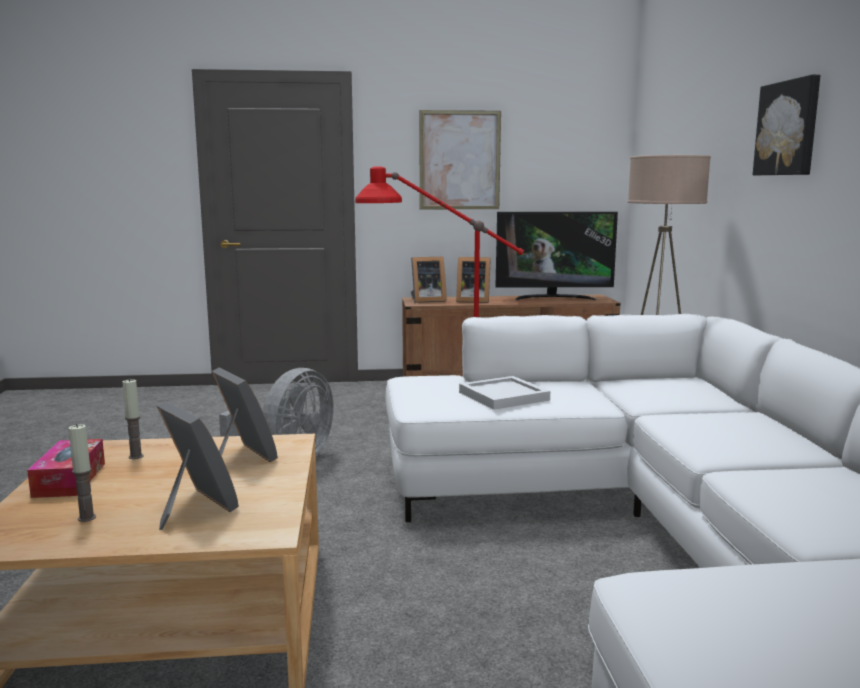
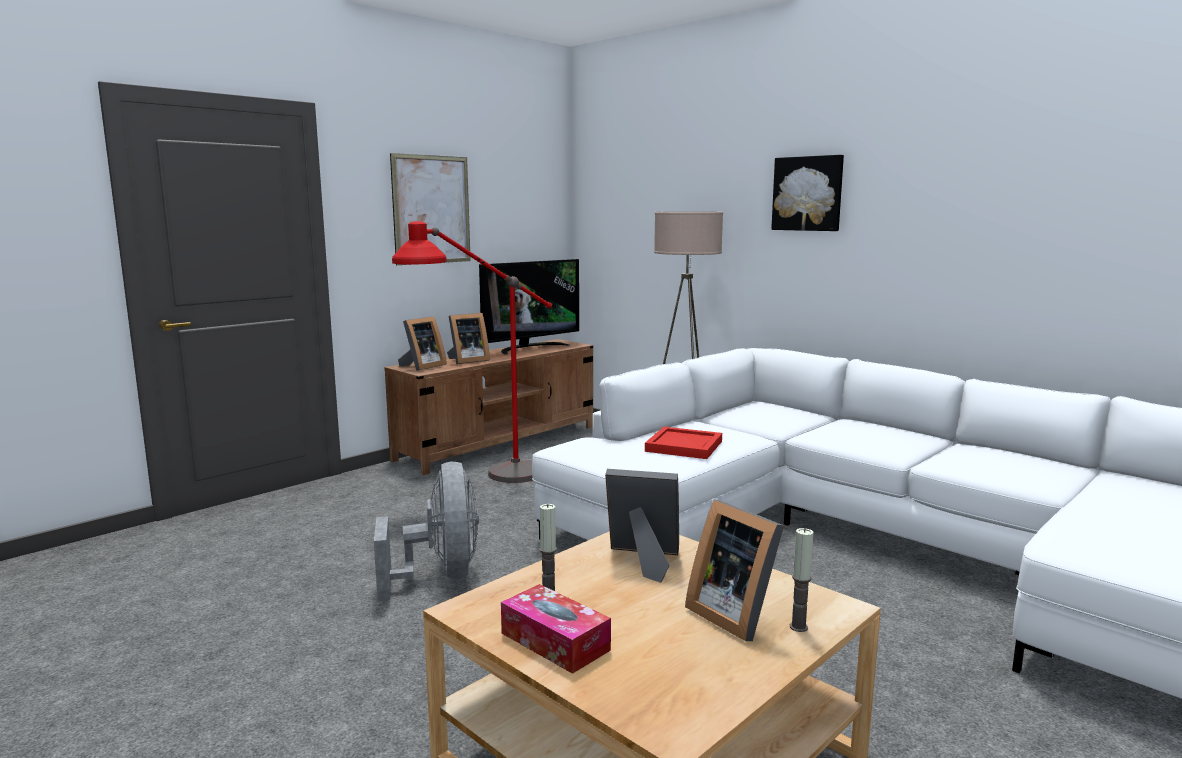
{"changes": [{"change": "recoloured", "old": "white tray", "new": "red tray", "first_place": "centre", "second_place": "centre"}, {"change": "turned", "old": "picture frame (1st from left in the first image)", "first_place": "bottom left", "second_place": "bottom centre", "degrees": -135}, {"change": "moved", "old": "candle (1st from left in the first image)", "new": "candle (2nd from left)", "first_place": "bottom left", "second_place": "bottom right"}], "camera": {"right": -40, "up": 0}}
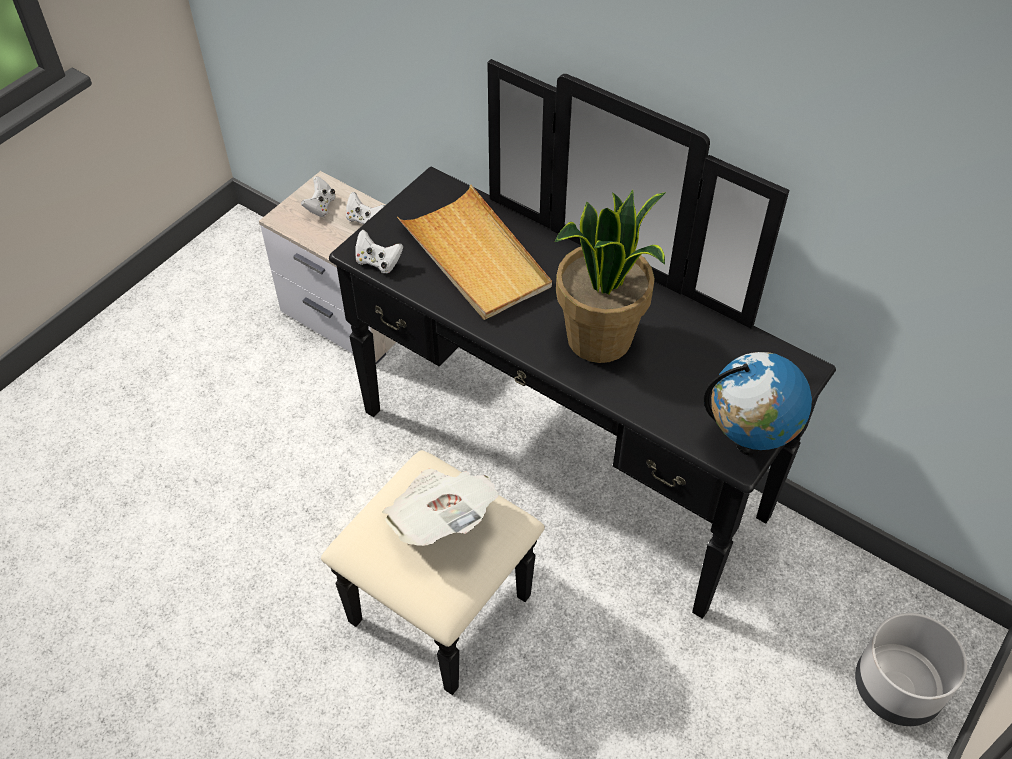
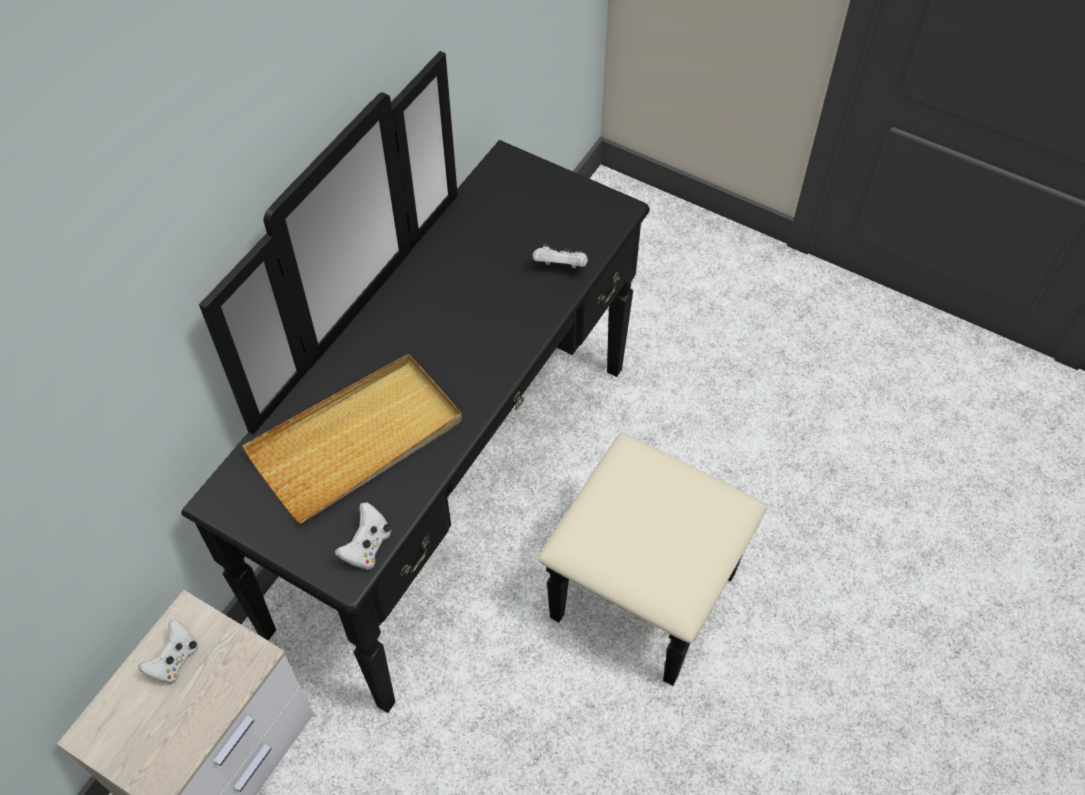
{"changes": [{"change": "moved", "old": "white game controller (1st from left in the first image)", "new": "white game controller (3rd from left)", "first_place": "top left", "second_place": "top centre"}, {"change": "removed", "old": "potted plant", "first_place": "centre"}, {"change": "removed", "old": "globe", "first_place": "middle right"}, {"change": "removed", "old": "newspaper", "first_place": "bottom centre"}, {"change": "removed", "old": "grey planter", "first_place": "bottom right"}], "camera": {"right": -95, "up": 5}}
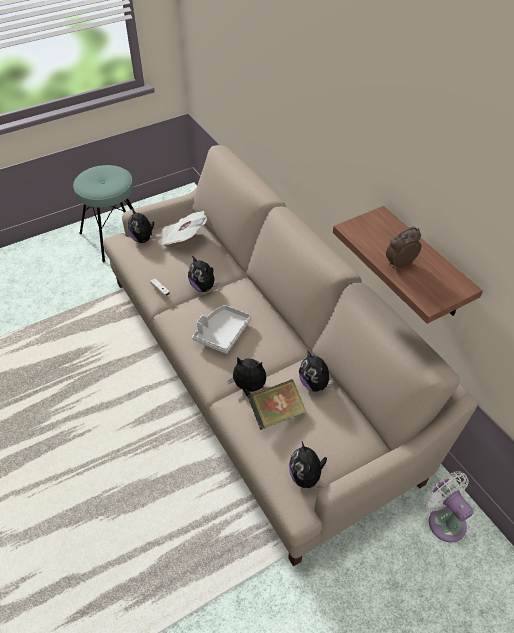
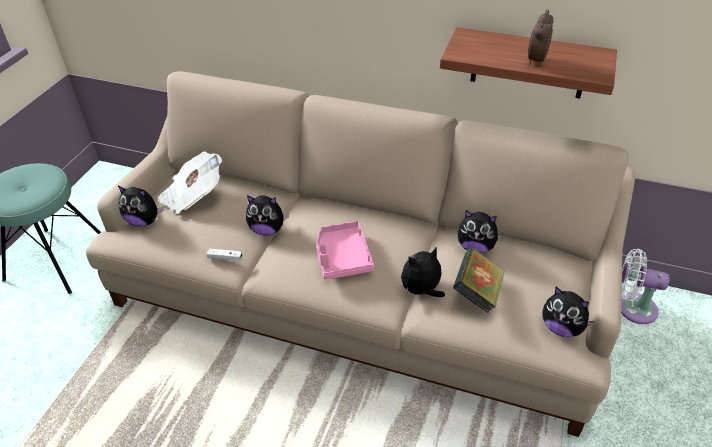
{"changes": [{"change": "recoloured", "old": "grey tray", "new": "pink tray", "first_place": "centre", "second_place": "centre"}], "camera": {"right": -40, "up": -5}}
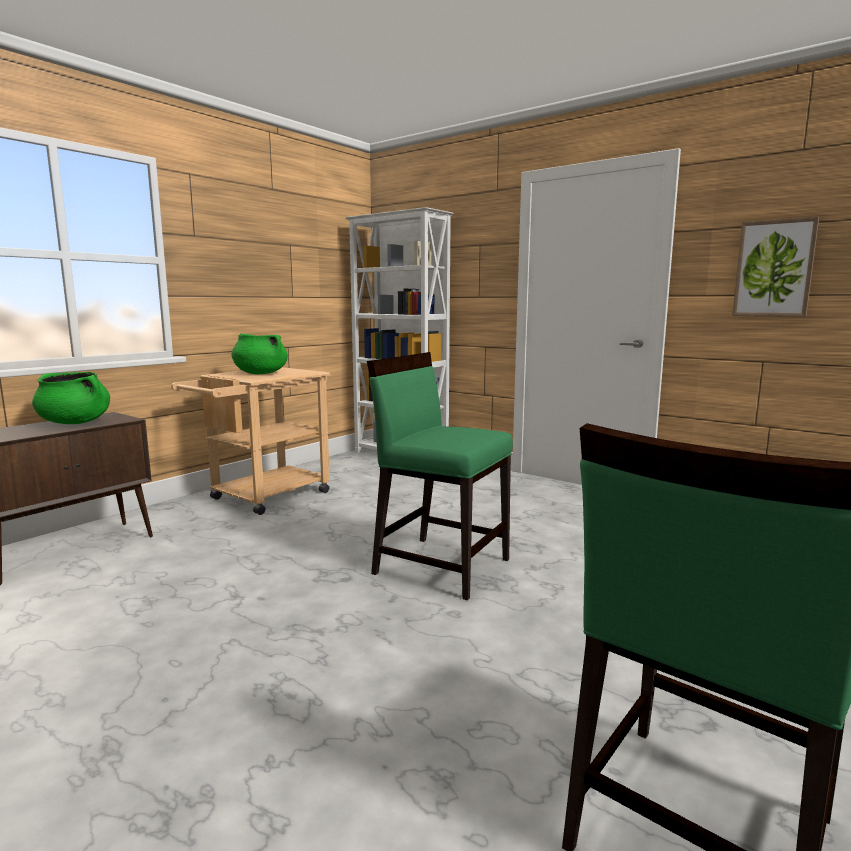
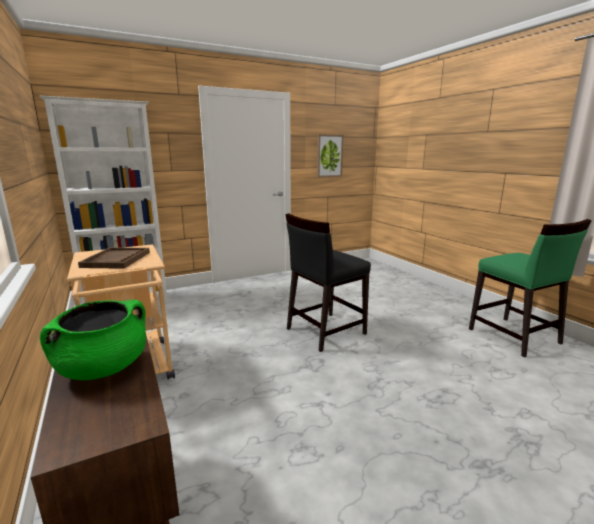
{"changes": [{"change": "replaced", "old": "green cooking pot (2nd from left)", "new": "brown tray", "first_place": "middle left", "second_place": "middle left"}, {"change": "recoloured", "old": "green chair (1st from left)", "new": "black chair", "first_place": "centre", "second_place": "centre"}], "camera": {"right": -65, "up": 5}}
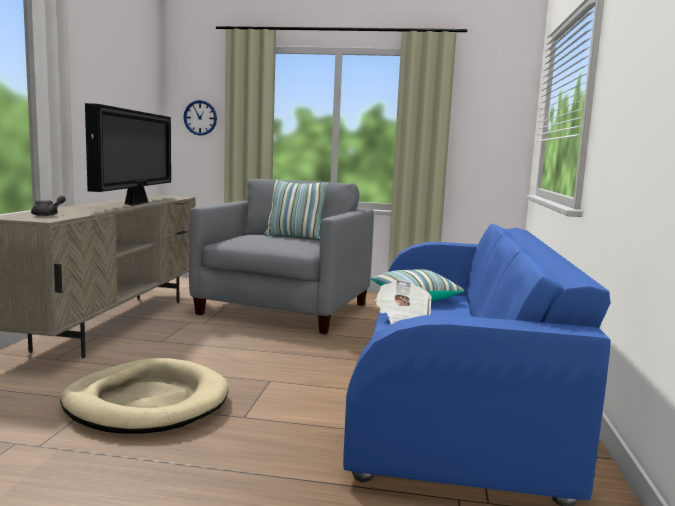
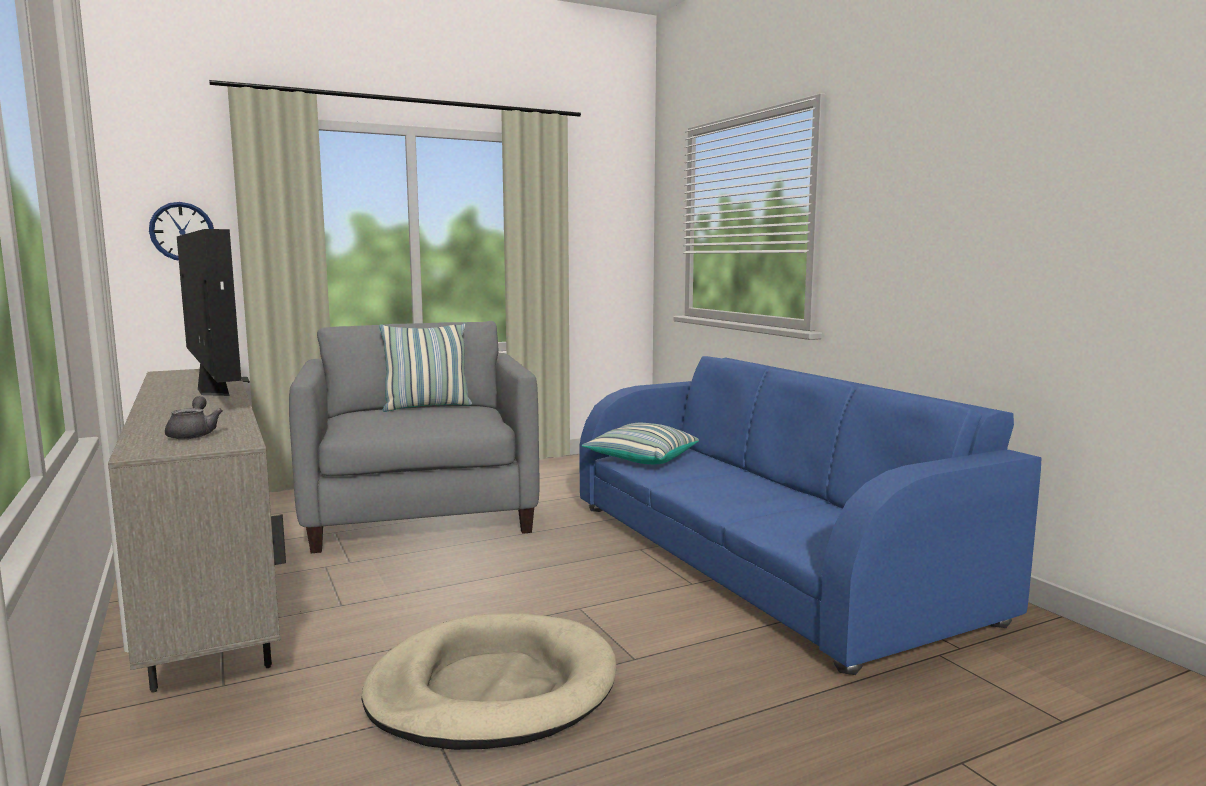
{"changes": [{"change": "removed", "old": "newspaper", "first_place": "centre"}], "camera": {"right": -35, "up": 0}}
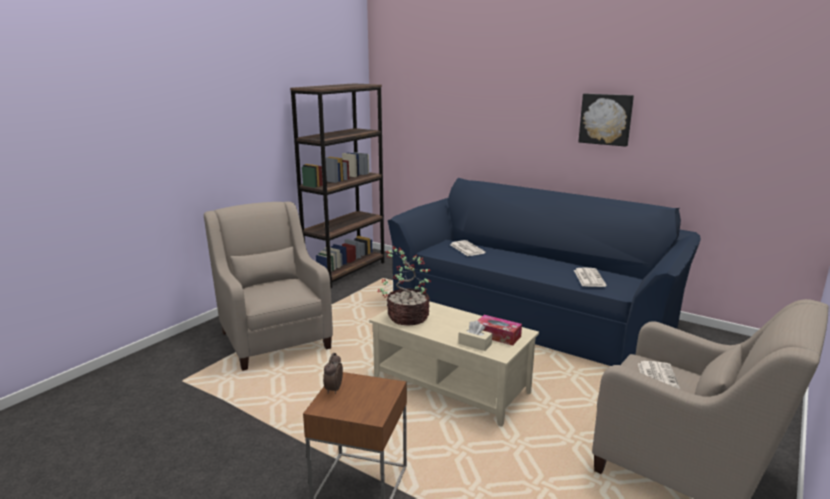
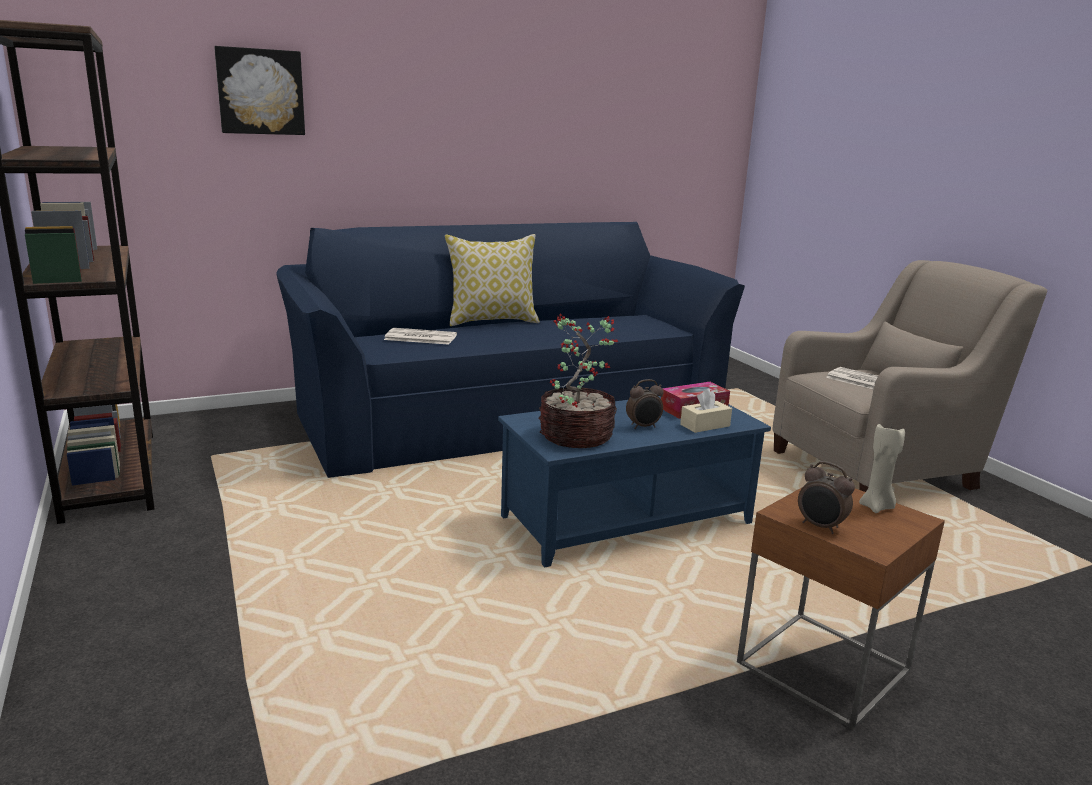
{"changes": [{"change": "moved", "old": "picture", "first_place": "top right", "second_place": "top left"}, {"change": "removed", "old": "beige armchair (1st from left)", "first_place": "middle left"}, {"change": "removed", "old": "newspaper (2nd from left)", "first_place": "middle right"}, {"change": "recoloured", "old": "beige coffee table", "new": "blue coffee table", "first_place": "bottom centre", "second_place": "centre"}, {"change": "added", "new": "pillow", "second_place": "centre"}, {"change": "added", "new": "alarm clock (1st from left)", "second_place": "centre"}, {"change": "added", "new": "beige candle", "second_place": "middle right"}], "camera": {"right": -60, "up": 0}}
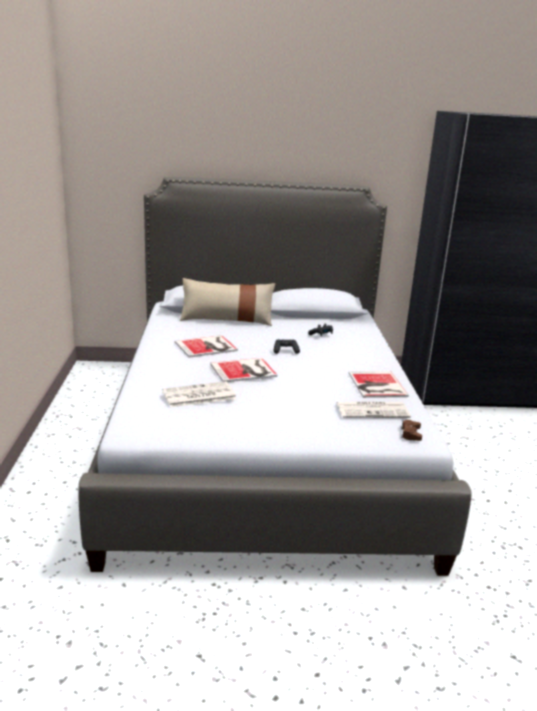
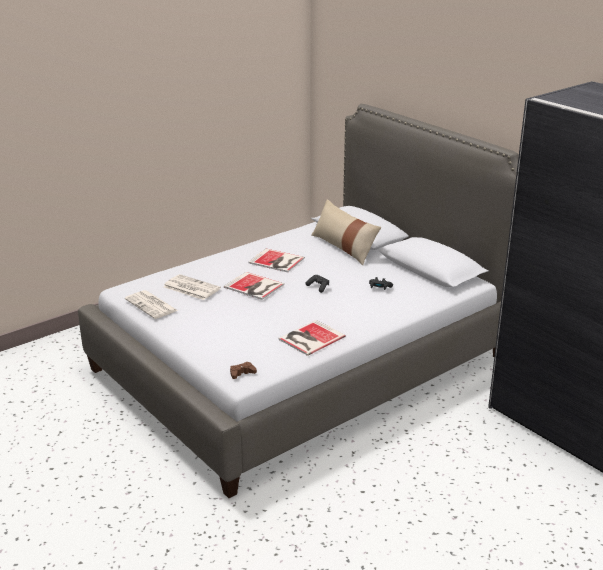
{"changes": [{"change": "moved", "old": "newspaper (2nd from left in the first image)", "new": "newspaper (1st from left)", "first_place": "middle right", "second_place": "middle left"}], "camera": {"right": 55, "up": 5}}
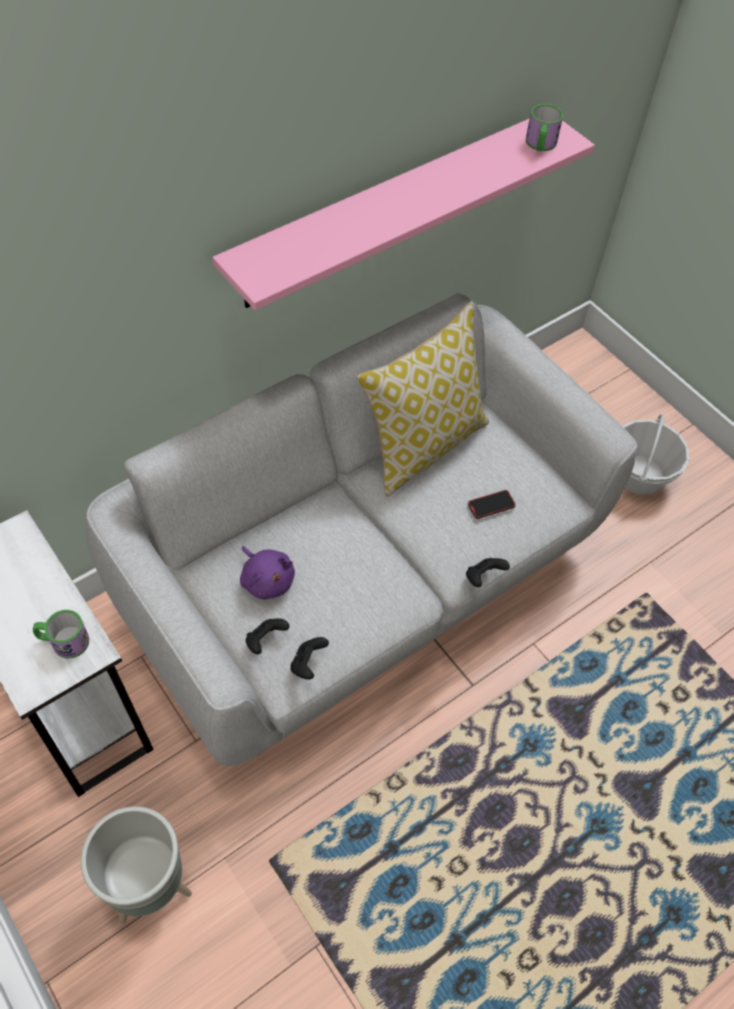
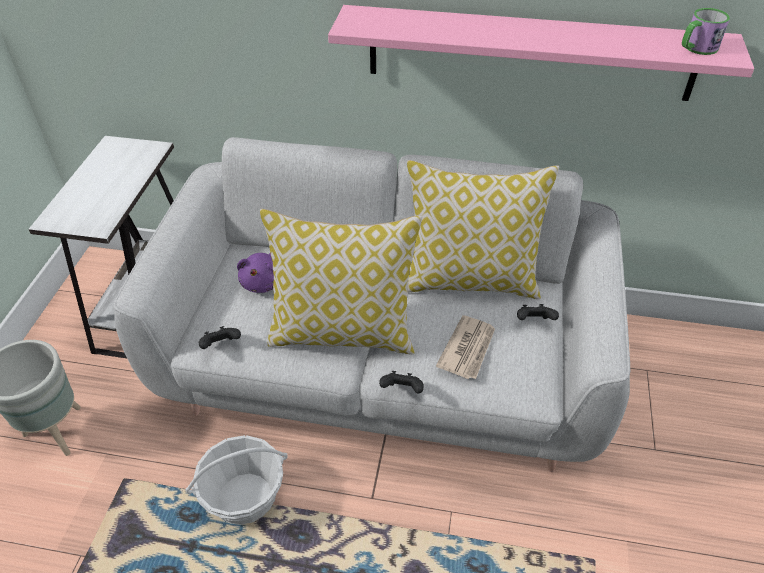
{"changes": [{"change": "moved", "old": "basket", "first_place": "middle right", "second_place": "bottom left"}, {"change": "replaced", "old": "phone", "new": "newspaper", "first_place": "middle right", "second_place": "centre"}, {"change": "removed", "old": "mug (1st from left)", "first_place": "middle left"}, {"change": "moved", "old": "black game controller (1st from left in the first image)", "new": "black game controller (3rd from left)", "first_place": "centre", "second_place": "middle right"}, {"change": "added", "new": "pillow (1st from left)", "second_place": "centre"}], "camera": {"right": 50, "up": -10}}
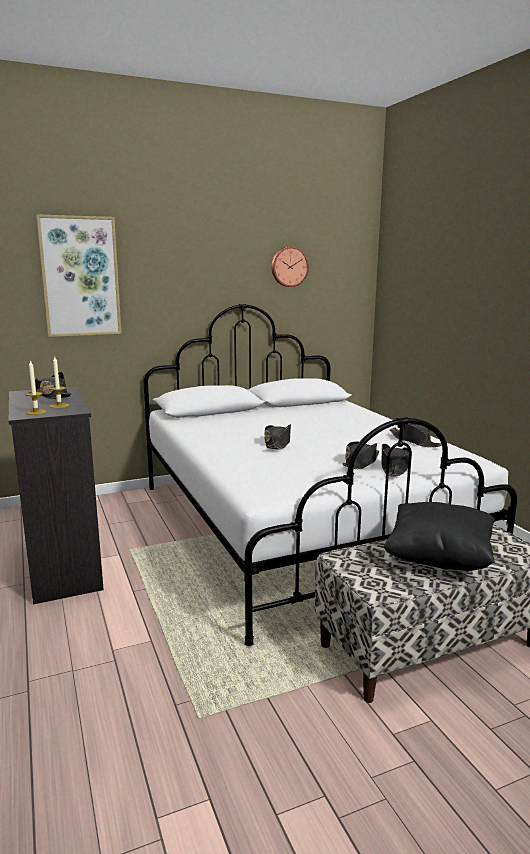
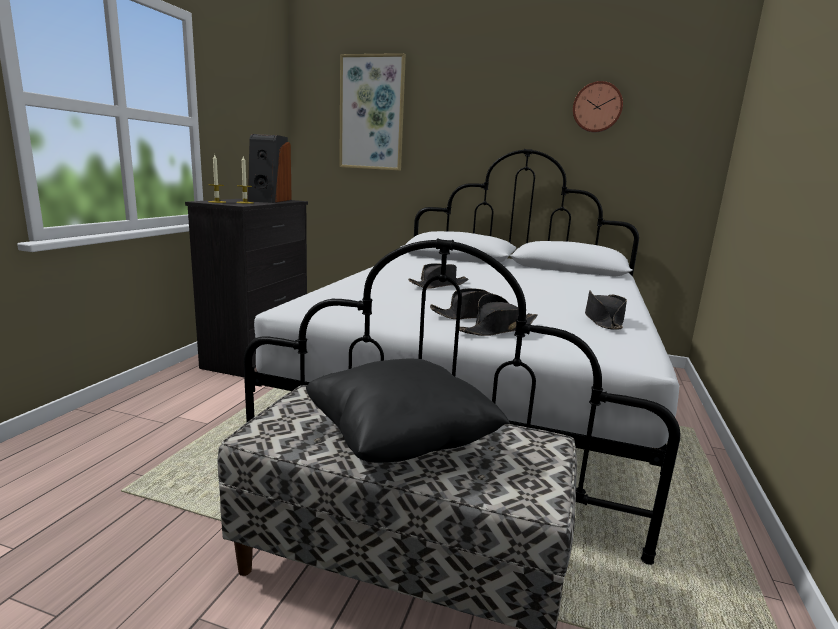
{"changes": [{"change": "replaced", "old": "black hat (1st from left)", "new": "speaker", "first_place": "middle left", "second_place": "top left"}], "camera": {"right": 40, "up": 0}}
